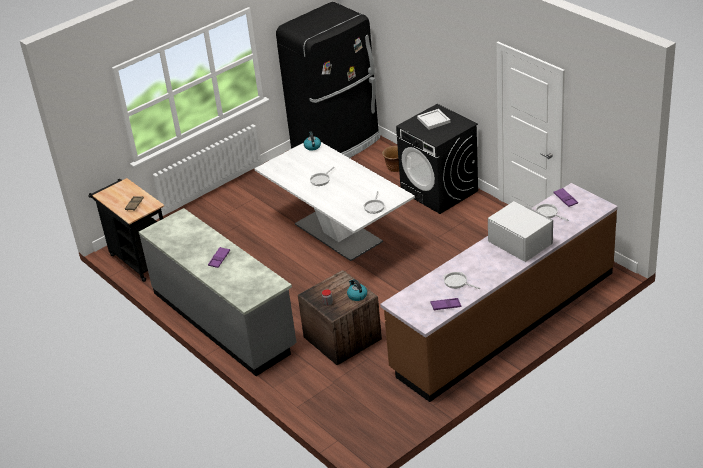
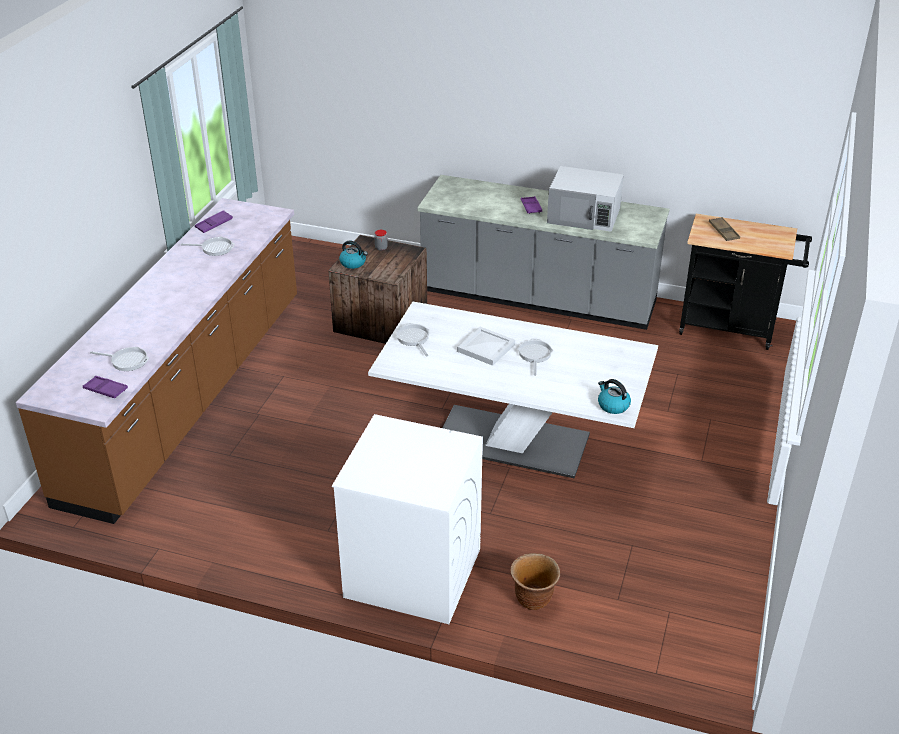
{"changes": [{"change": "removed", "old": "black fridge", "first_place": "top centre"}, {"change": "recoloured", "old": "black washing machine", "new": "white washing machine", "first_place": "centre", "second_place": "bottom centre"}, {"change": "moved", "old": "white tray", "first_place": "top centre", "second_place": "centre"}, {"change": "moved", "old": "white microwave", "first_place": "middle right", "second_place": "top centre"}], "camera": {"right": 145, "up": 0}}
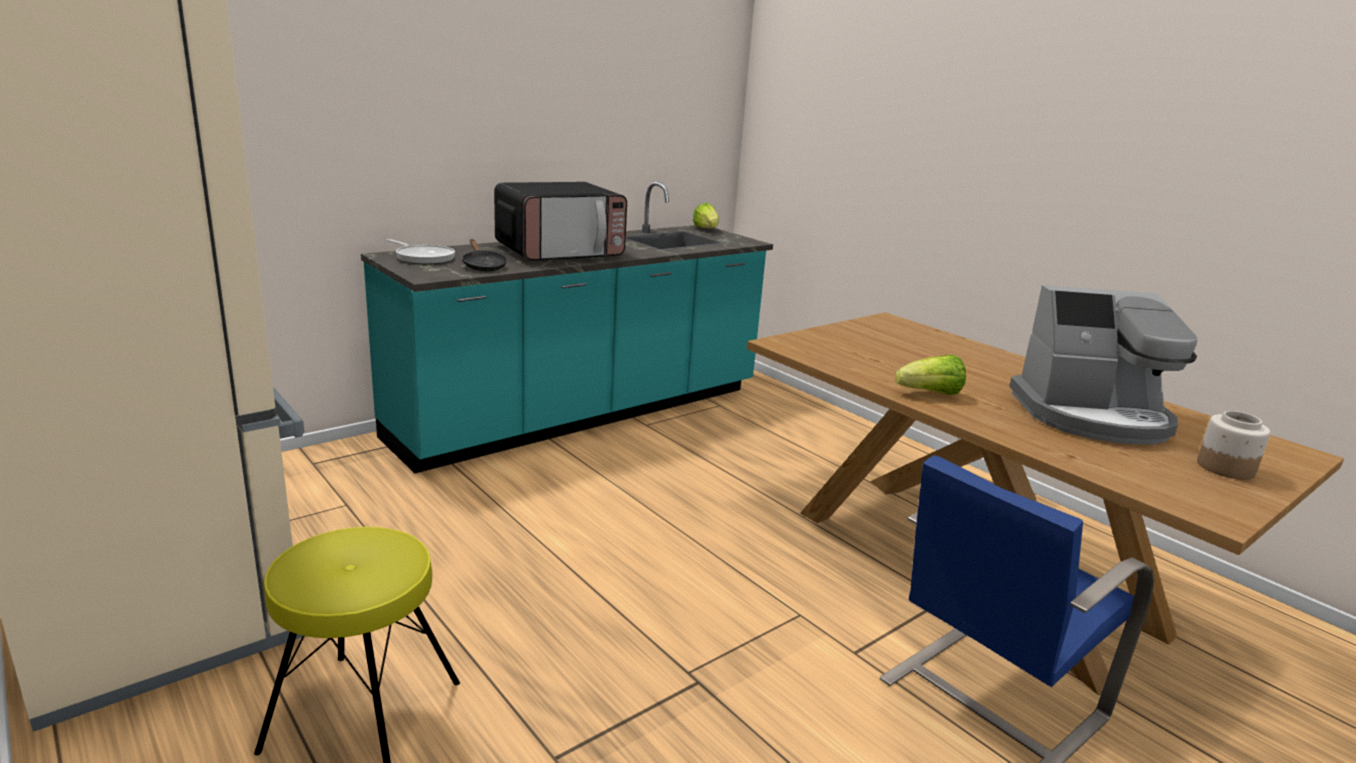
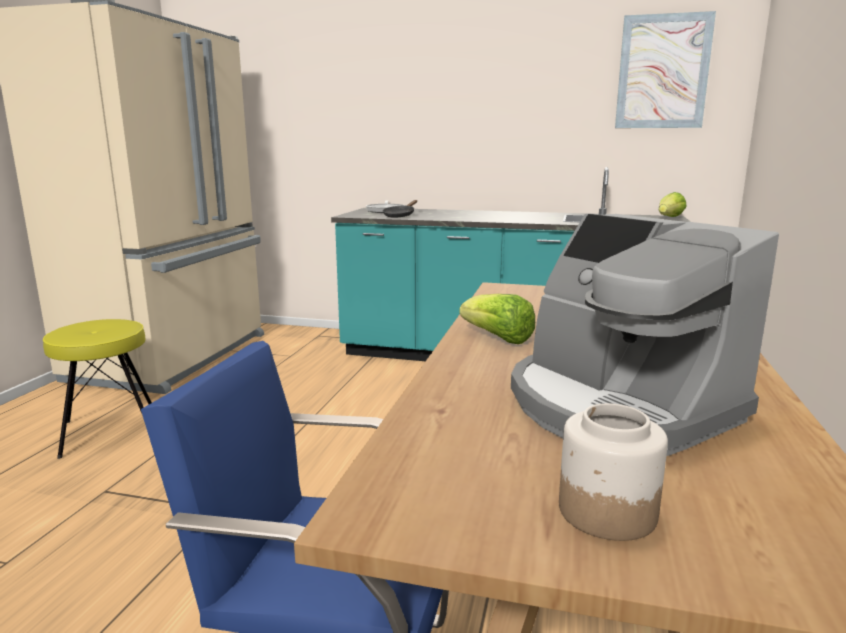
{"changes": [{"change": "removed", "old": "microwave", "first_place": "top centre"}, {"change": "added", "new": "picture", "second_place": "top right"}], "camera": {"right": 55, "up": -5}}
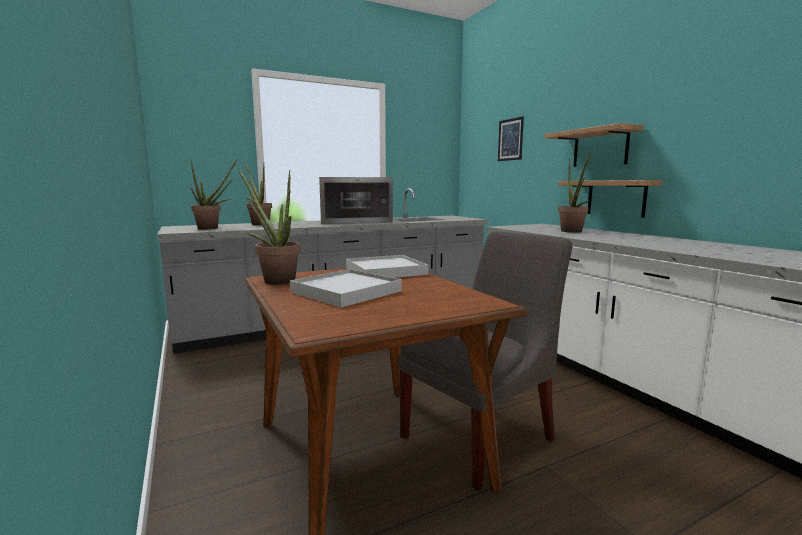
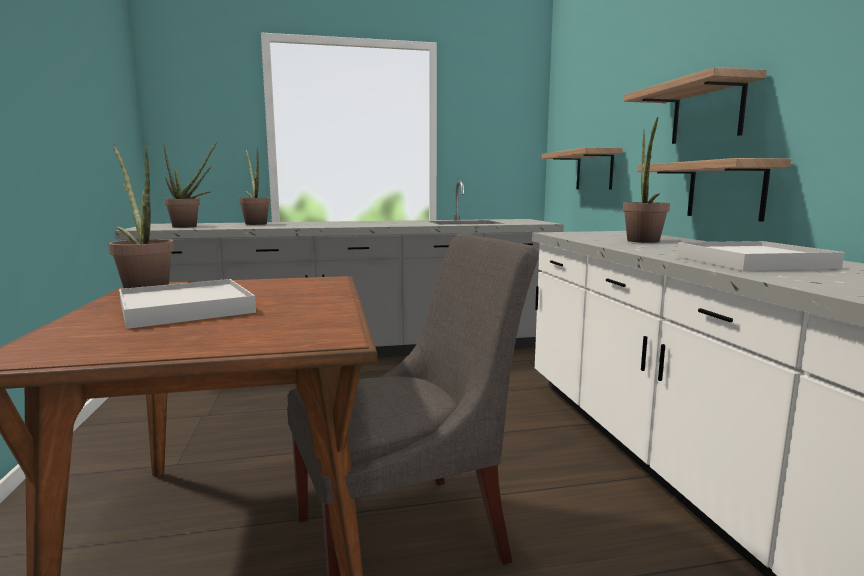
{"changes": [{"change": "removed", "old": "picture", "first_place": "top centre"}, {"change": "removed", "old": "microwave", "first_place": "centre"}, {"change": "moved", "old": "white tray (2nd from left)", "first_place": "centre", "second_place": "middle right"}, {"change": "added", "new": "shelf (1st from left)", "second_place": "top right"}], "camera": {"right": 15, "up": 0}}
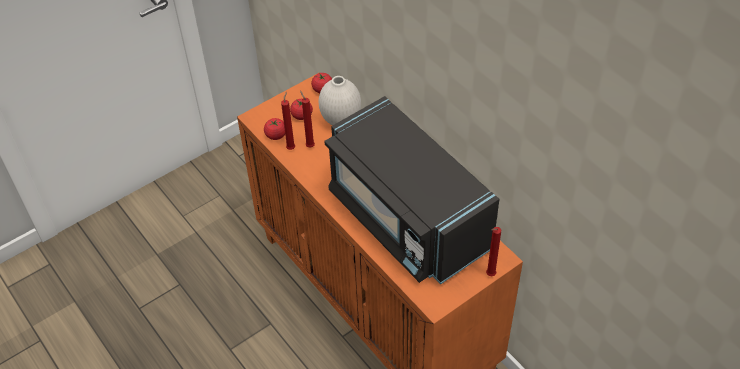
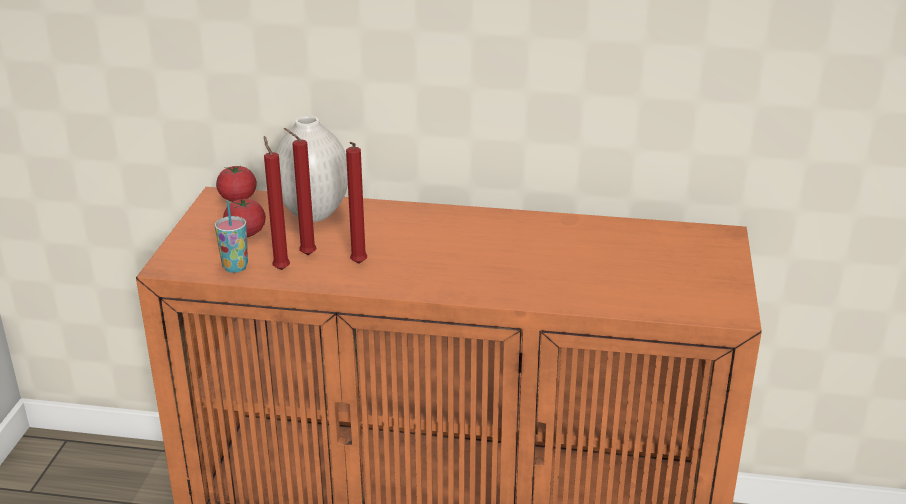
{"changes": [{"change": "removed", "old": "black microwave", "first_place": "centre"}, {"change": "replaced", "old": "tomato (1st from left)", "new": "cup", "first_place": "centre", "second_place": "middle left"}, {"change": "moved", "old": "red candle (3rd from left)", "first_place": "bottom centre", "second_place": "centre"}], "camera": {"right": -45, "up": -20}}
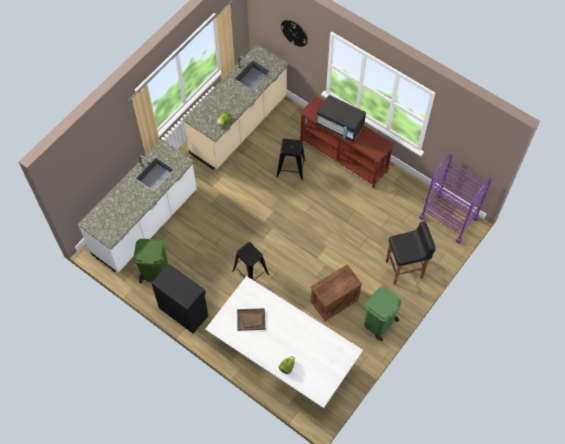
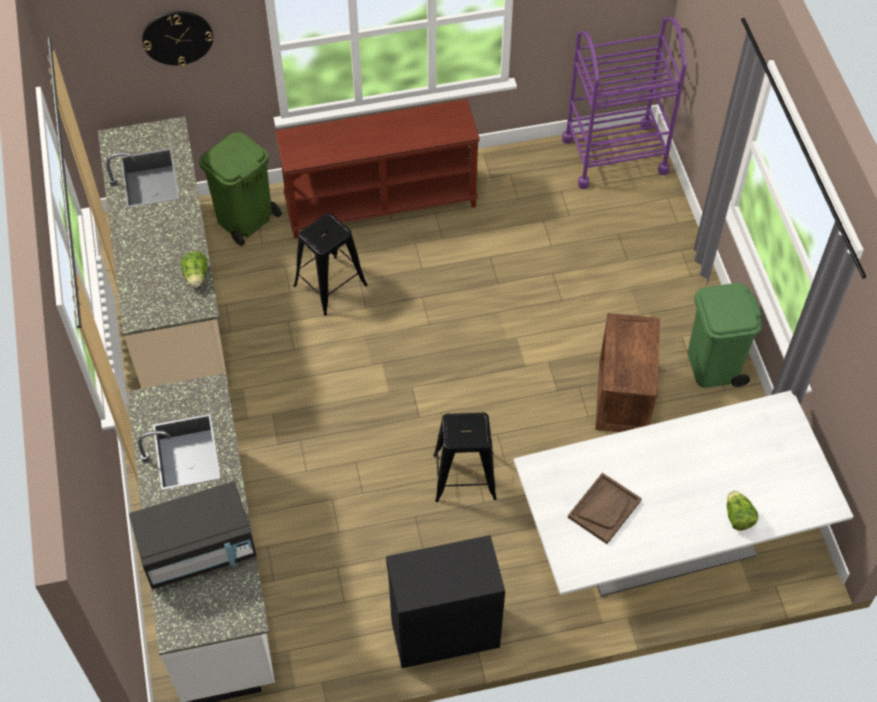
{"changes": [{"change": "moved", "old": "black microwave", "first_place": "top centre", "second_place": "bottom left"}, {"change": "removed", "old": "black stool (3rd from left)", "first_place": "middle right"}, {"change": "moved", "old": "green trash can (1st from left)", "first_place": "middle left", "second_place": "top left"}], "camera": {"right": -50, "up": -5}}
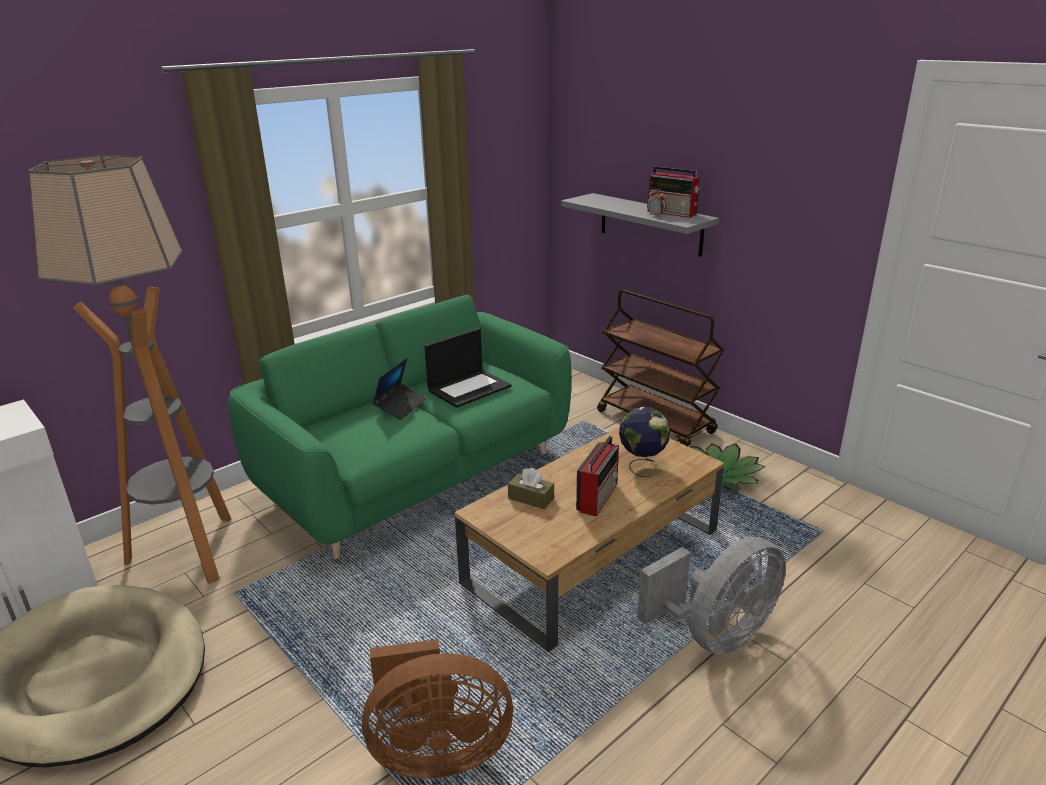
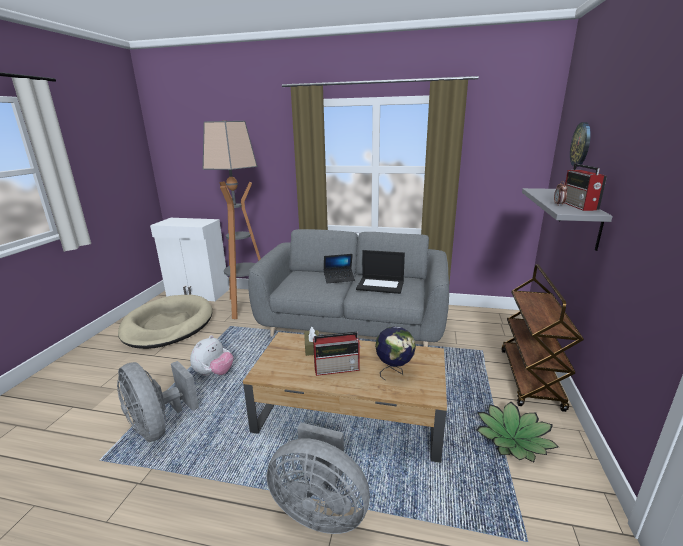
{"changes": [{"change": "recoloured", "old": "green sofa", "new": "grey sofa", "first_place": "centre", "second_place": "centre"}, {"change": "recoloured", "old": "brown fan", "new": "grey fan (1st from left)", "first_place": "bottom centre", "second_place": "bottom left"}, {"change": "added", "new": "wall clock", "second_place": "top right"}, {"change": "added", "new": "plush toy", "second_place": "middle left"}], "camera": {"right": 55, "up": -5}}
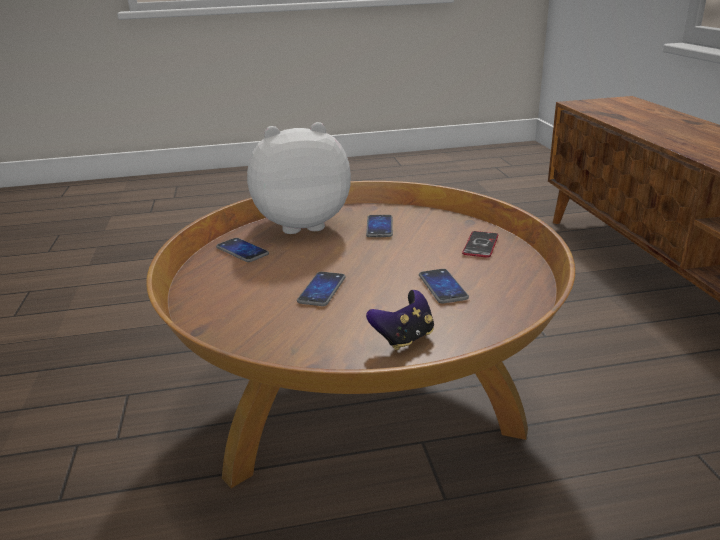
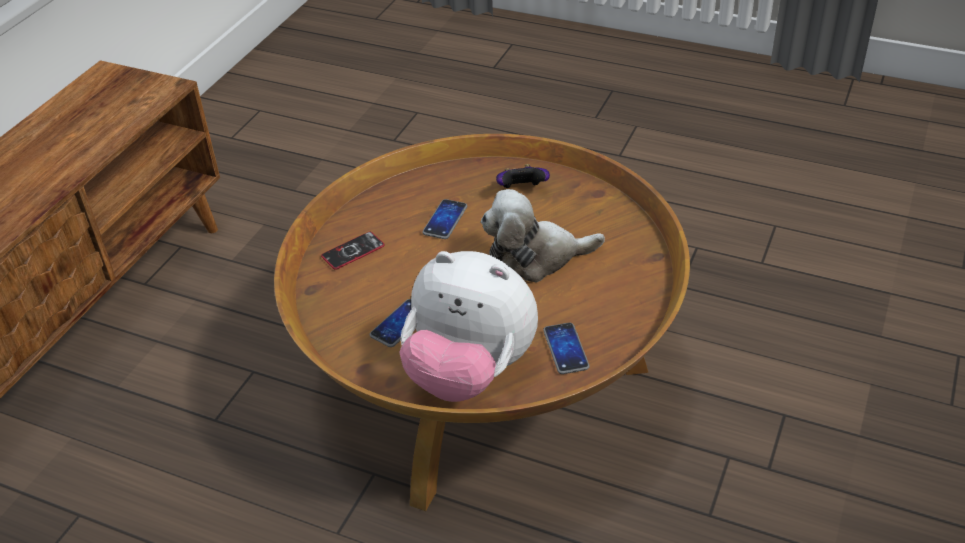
{"changes": [{"change": "replaced", "old": "phone (2nd from left)", "new": "plush toy (2nd from left)", "first_place": "centre", "second_place": "centre"}], "camera": {"right": -145, "up": 15}}
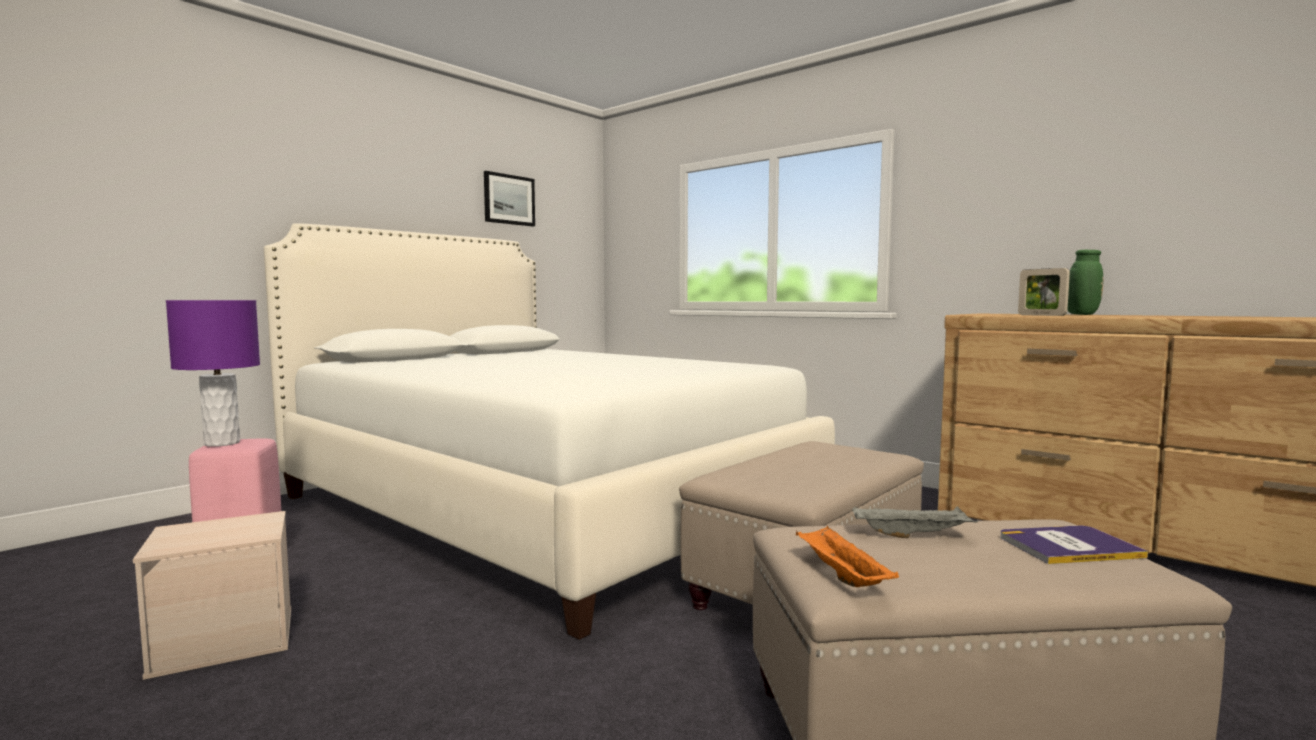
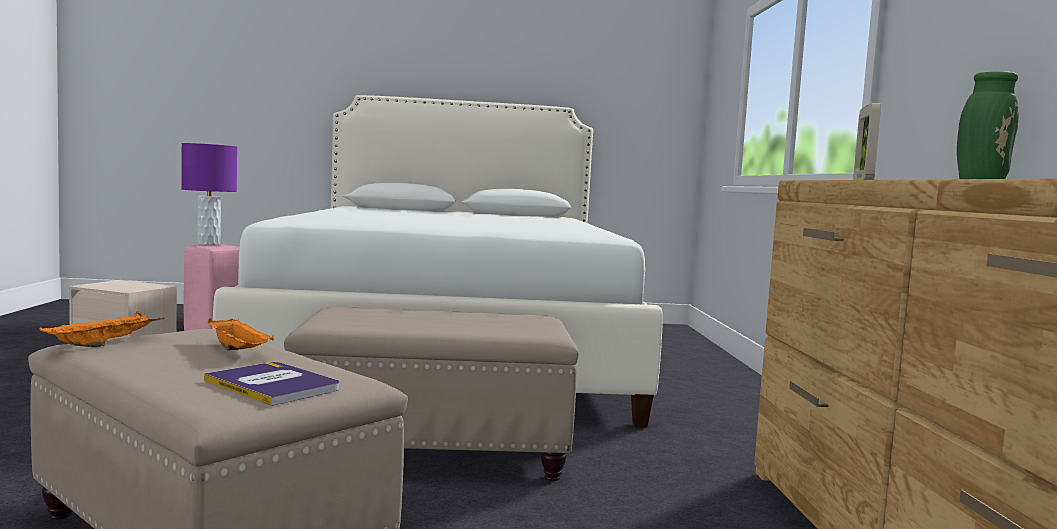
{"changes": [{"change": "removed", "old": "picture", "first_place": "top centre"}, {"change": "recoloured", "old": "grey tray", "new": "orange tray (2nd from left)", "first_place": "bottom right", "second_place": "middle left"}], "camera": {"right": 45, "up": 0}}
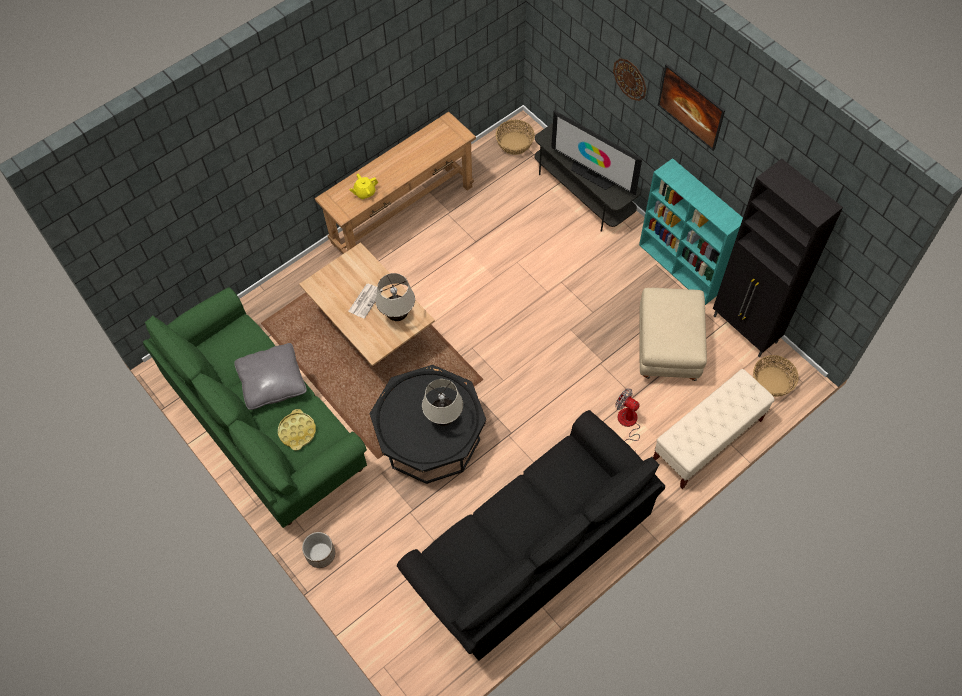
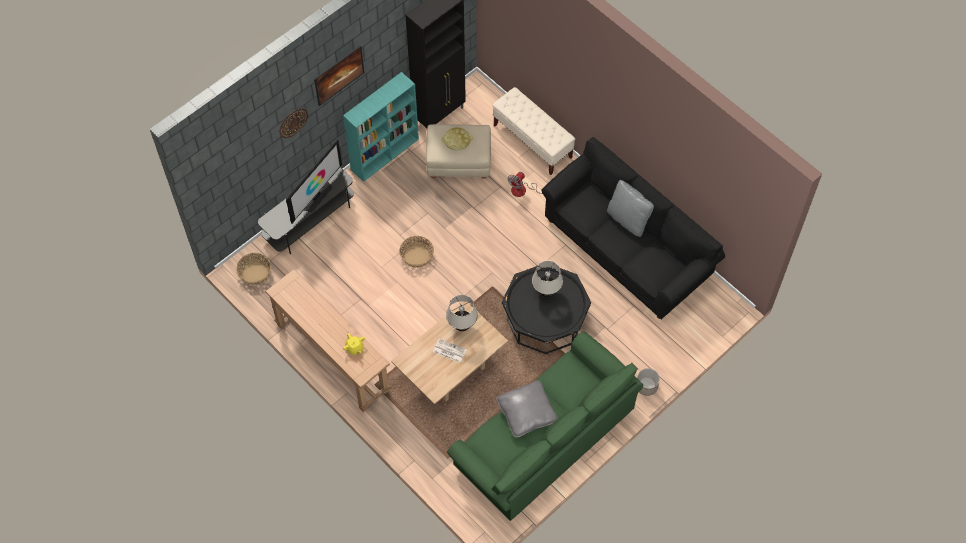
{"changes": [{"change": "moved", "old": "basket (2nd from left)", "first_place": "middle right", "second_place": "centre"}, {"change": "moved", "old": "yellow tray", "first_place": "middle left", "second_place": "top centre"}, {"change": "added", "new": "grey pillow (2nd from left)", "second_place": "centre"}], "camera": {"right": -95, "up": 0}}
